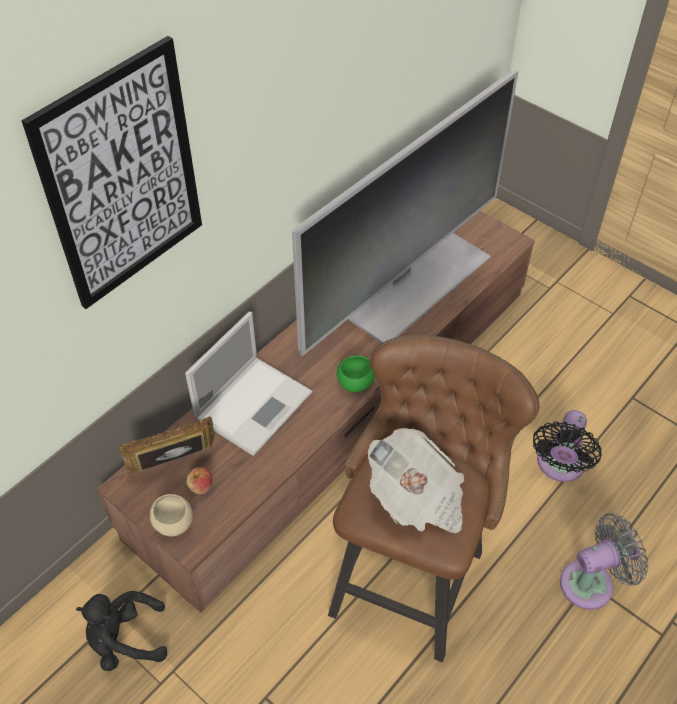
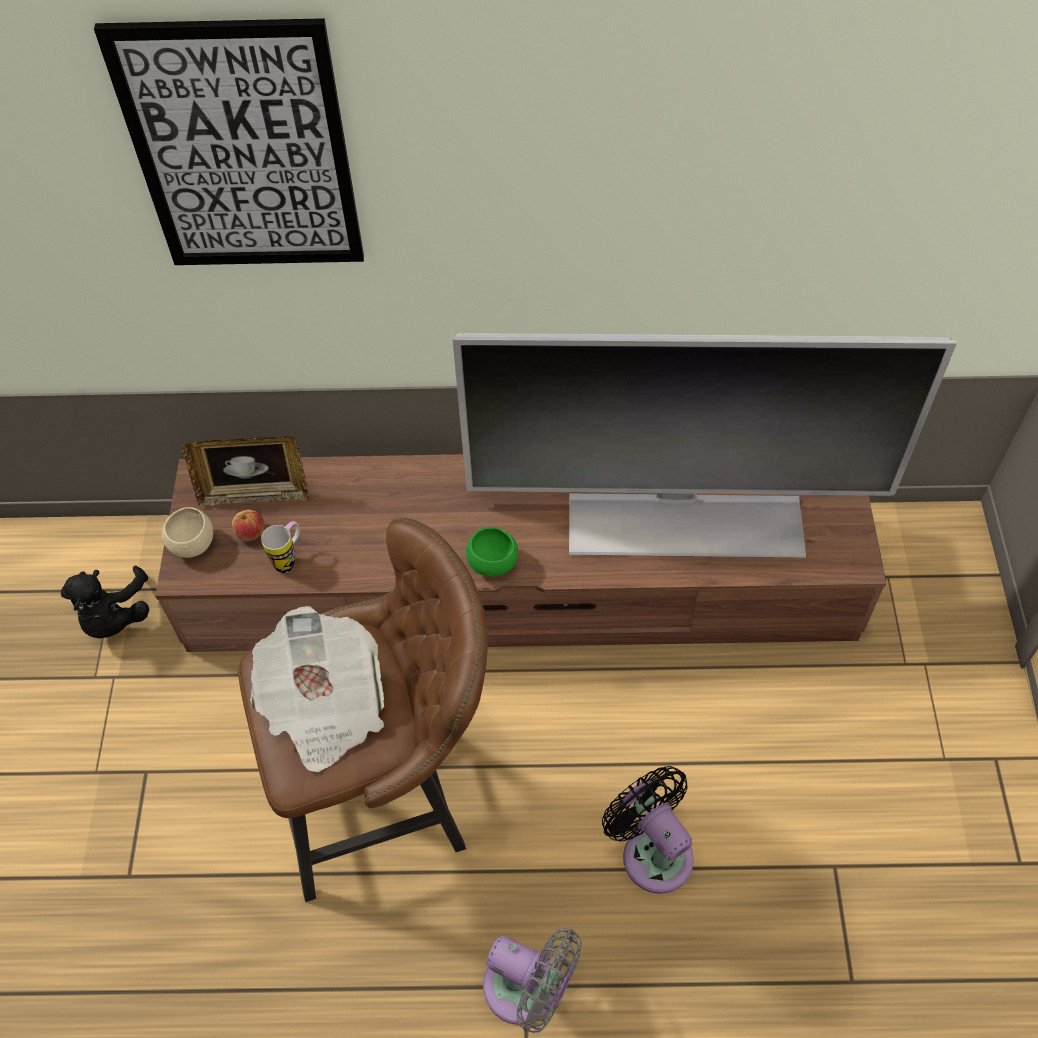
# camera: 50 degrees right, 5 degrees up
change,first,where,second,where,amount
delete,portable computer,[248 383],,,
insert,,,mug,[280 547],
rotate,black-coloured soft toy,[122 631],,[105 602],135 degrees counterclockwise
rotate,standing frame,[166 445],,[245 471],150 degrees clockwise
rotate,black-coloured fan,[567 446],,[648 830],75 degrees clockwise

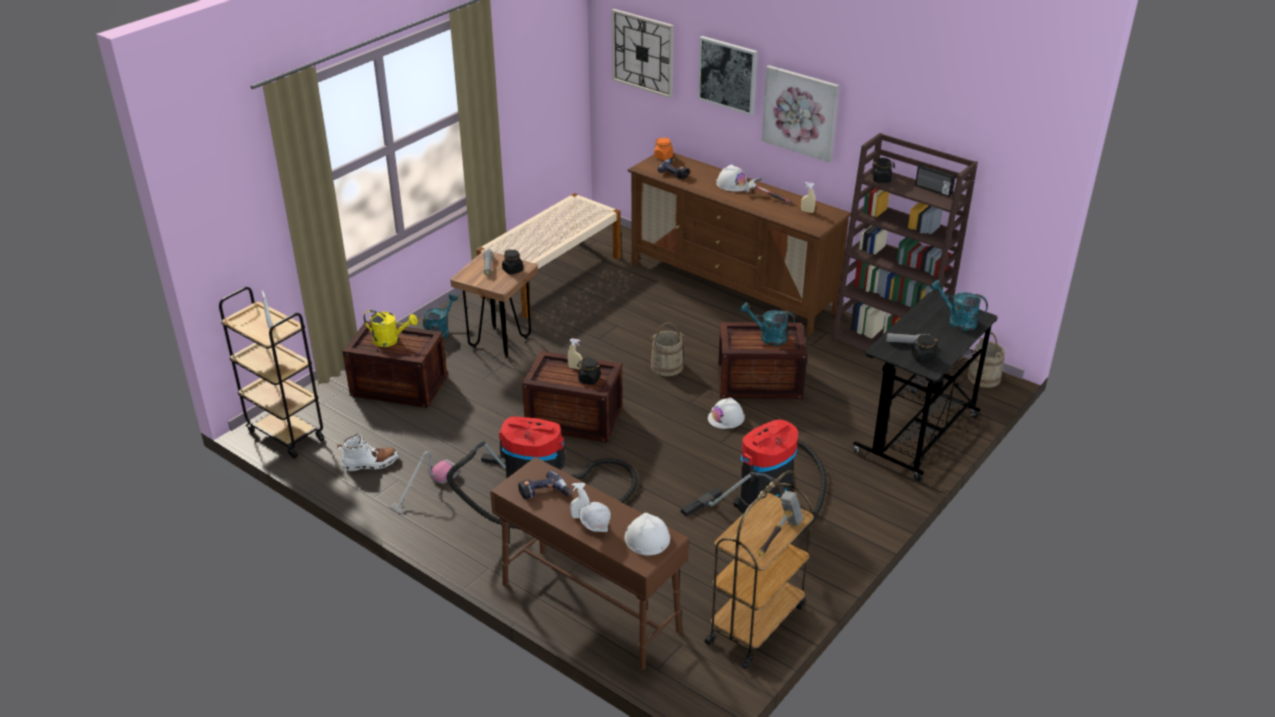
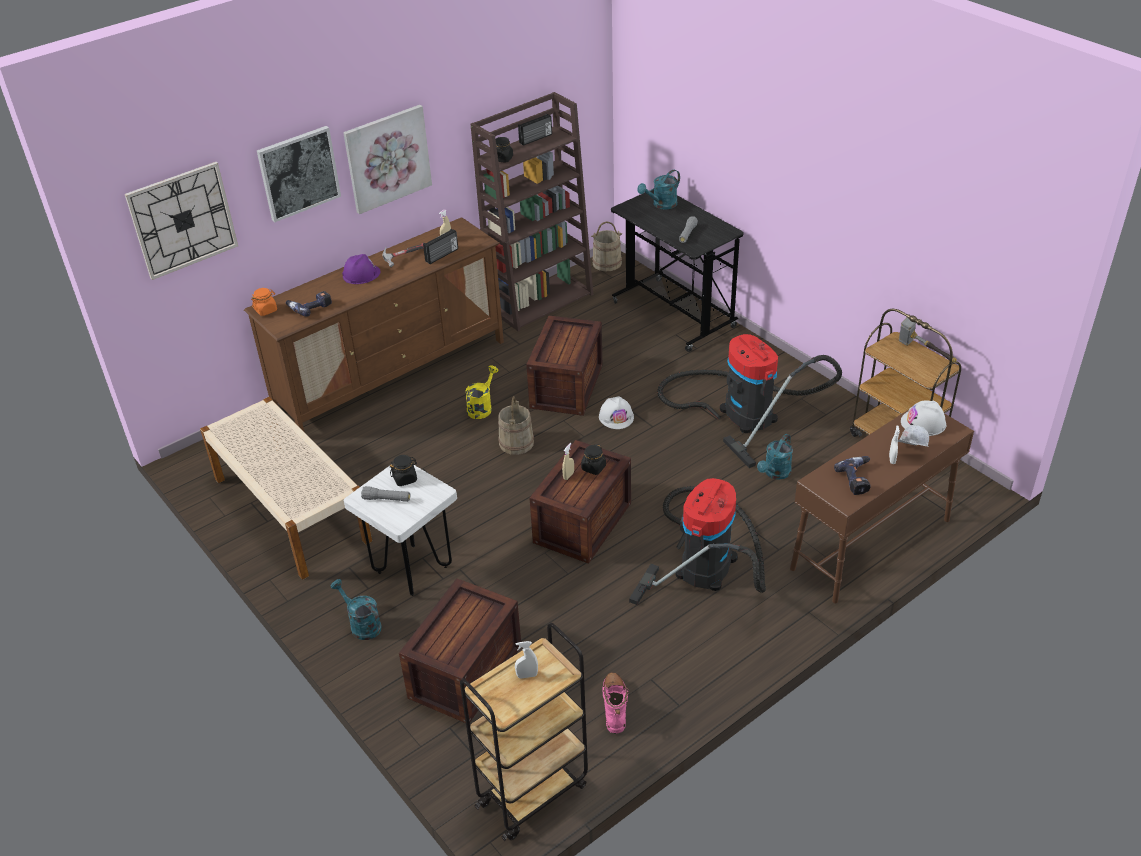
# camera: 75 degrees left, 5 degrees up
change,first,where,second,where,amount
delete,vacuum,[424 482],,,
delete,black-coloured jar,[925 348],,,
insert,,,radio set,[440 246],
move,yellow-coloured sprinkling can,[390 328],,[482 392],
move,blue-green sprinkling can,[767 324],,[775 457],
recolor,whitish boot,[367 452],pink-coloured boot,[615 703],
recolor,brownish stool,[494 304],whitish stool,[400 530],
recolor,whitish hard hat,[732 178],purple hard hat,[361 269],

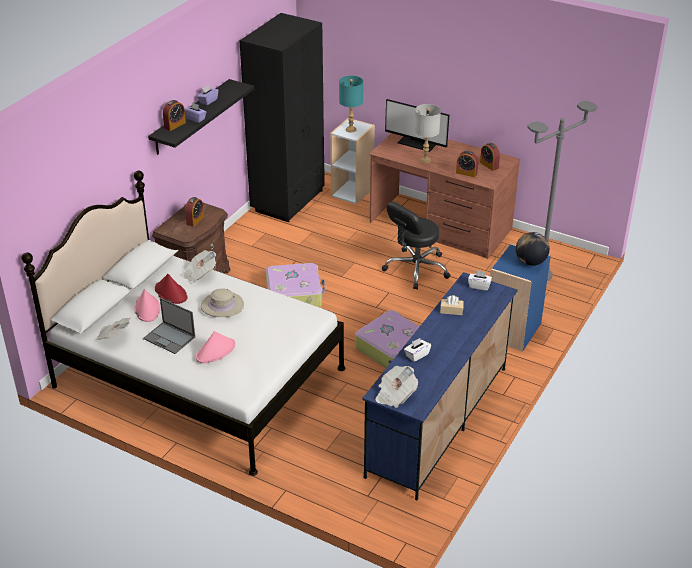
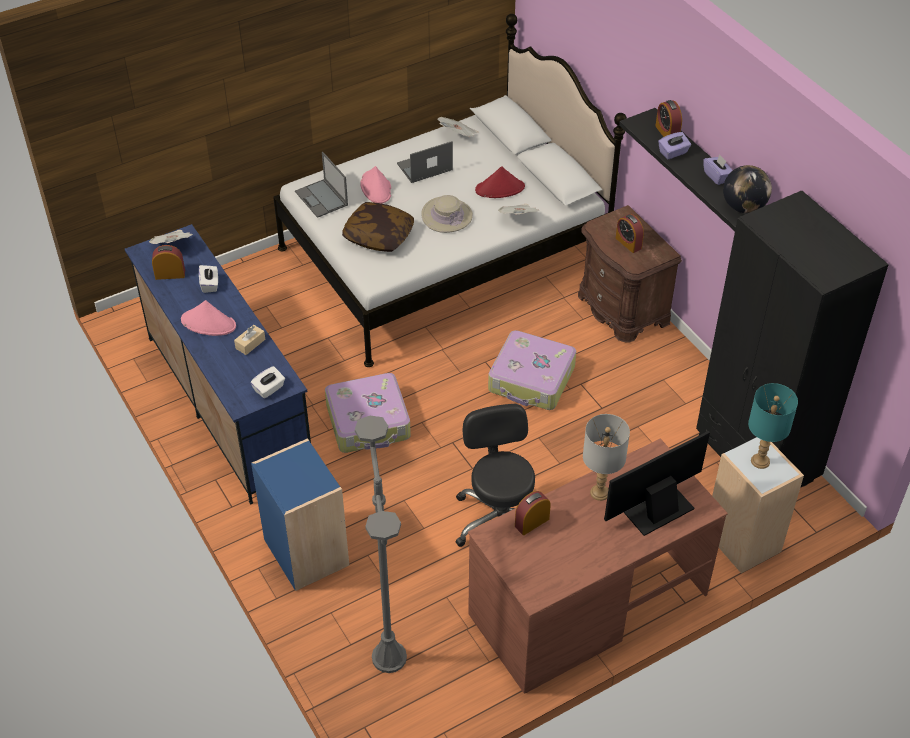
# camera: 120 degrees right, 10 degrees up
change,first,where,second,where,amount
insert,,,portable computer,[321 185],
insert,,,cushion,[378 227],
move,pink-coloured clothing hat,[147 305],,[208 318],
move,alarm clock,[490 157],,[168 262],
move,world globe,[533 249],,[747 189],

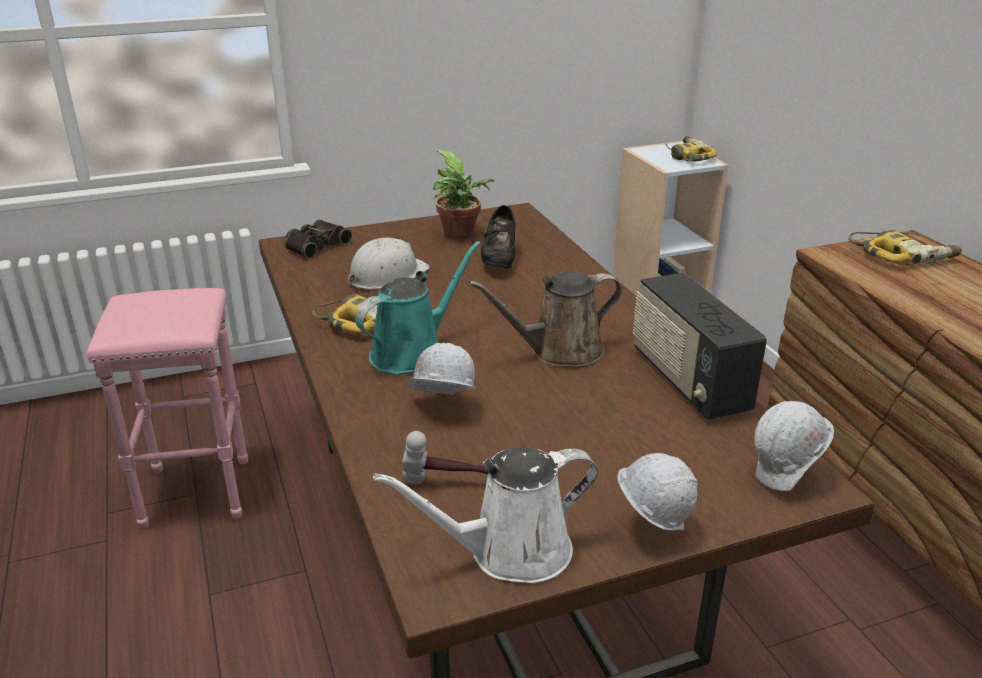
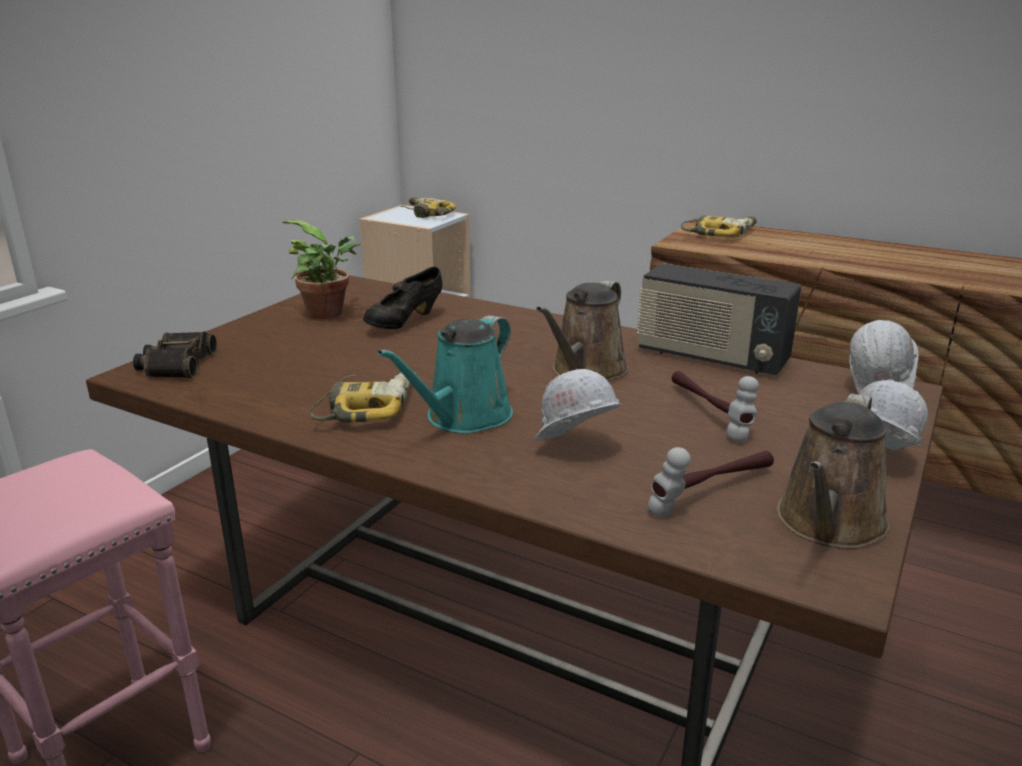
# camera: 40 degrees left, 5 degrees down
change,first,where,second,where,amount
delete,whitish hard hat,[389 263],,,
insert,,,tool hammer,[715 406],
recolor,whitish sprinkling can,[485 515],brownish sprinkling can,[833 471],
rotate,blue-green sprinkling can,[418 308],,[445 374],150 degrees counterclockwise
rotate,black-coloured low shoe,[498 237],,[403 298],75 degrees clockwise

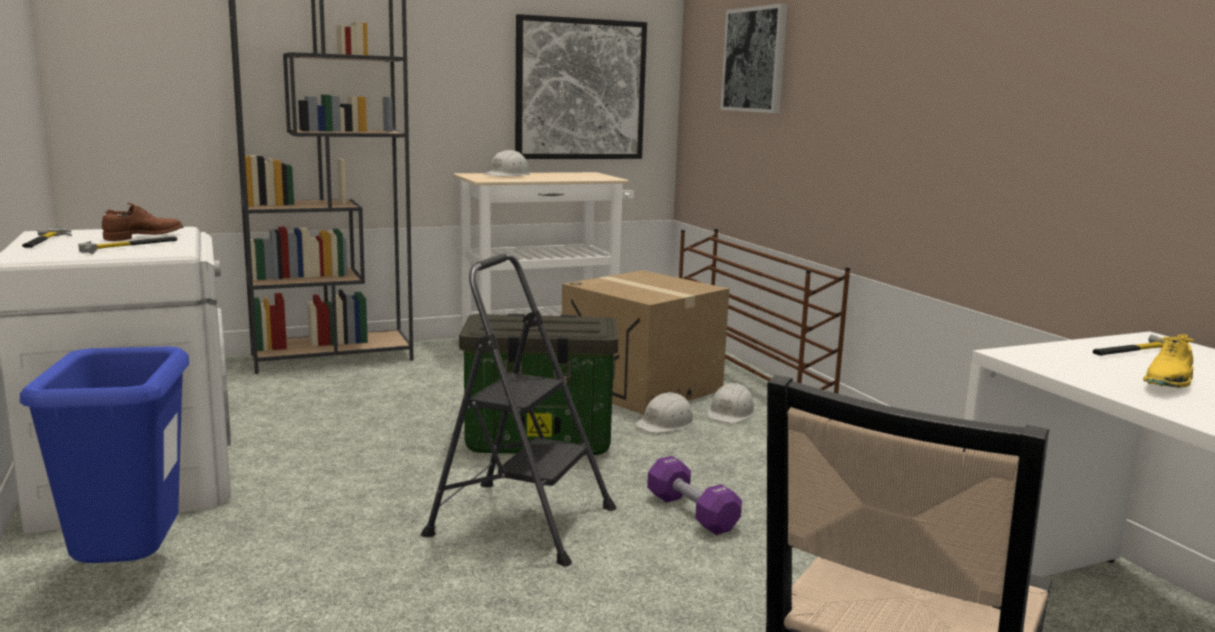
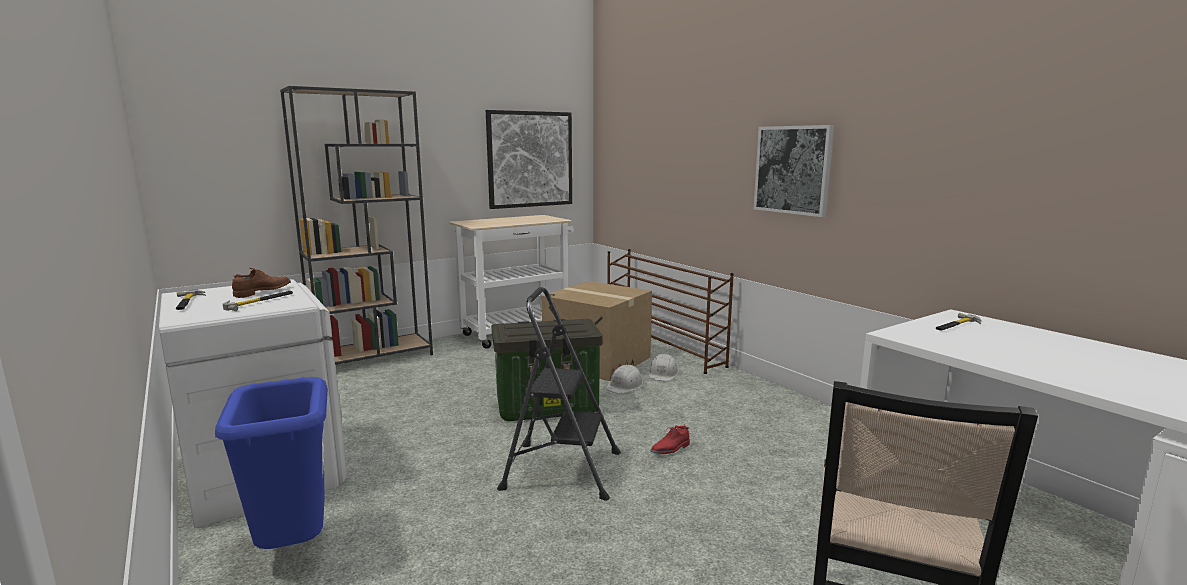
# camera: 10 degrees left, 0 degrees up
change,first,where,second,where,amount
delete,whitish hard hat,[506 163],,,
delete,yellow-coloured low shoe,[1168 361],,,
move,wall art,[753 58],,[794 171],
replace,purple free weight,[694 495],reddish low shoe,[670 439],

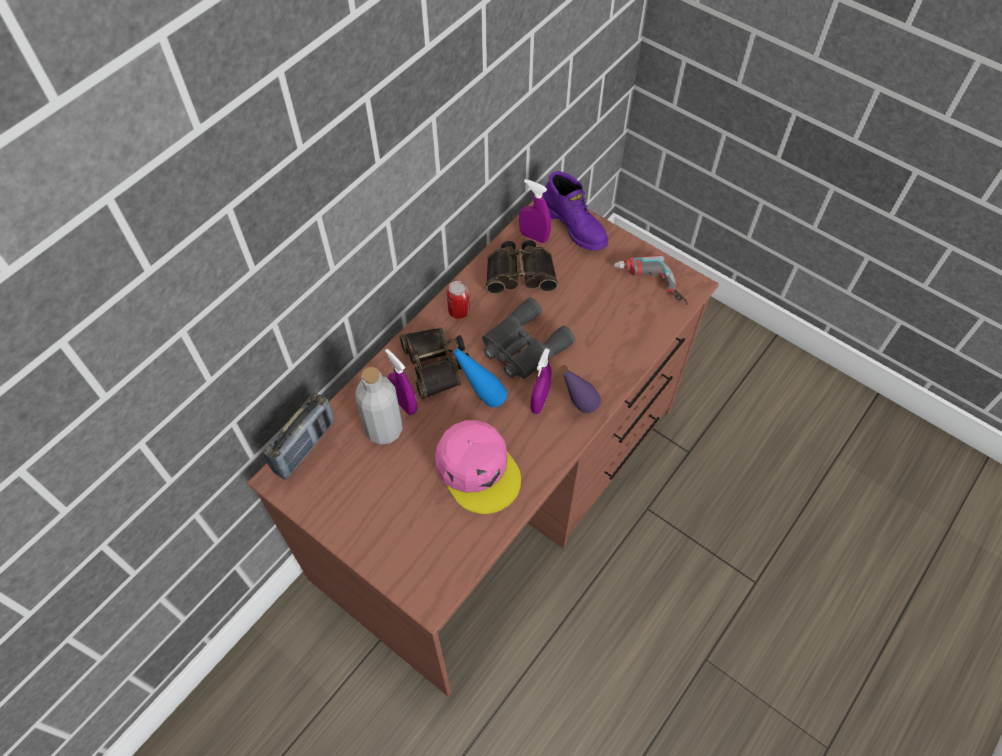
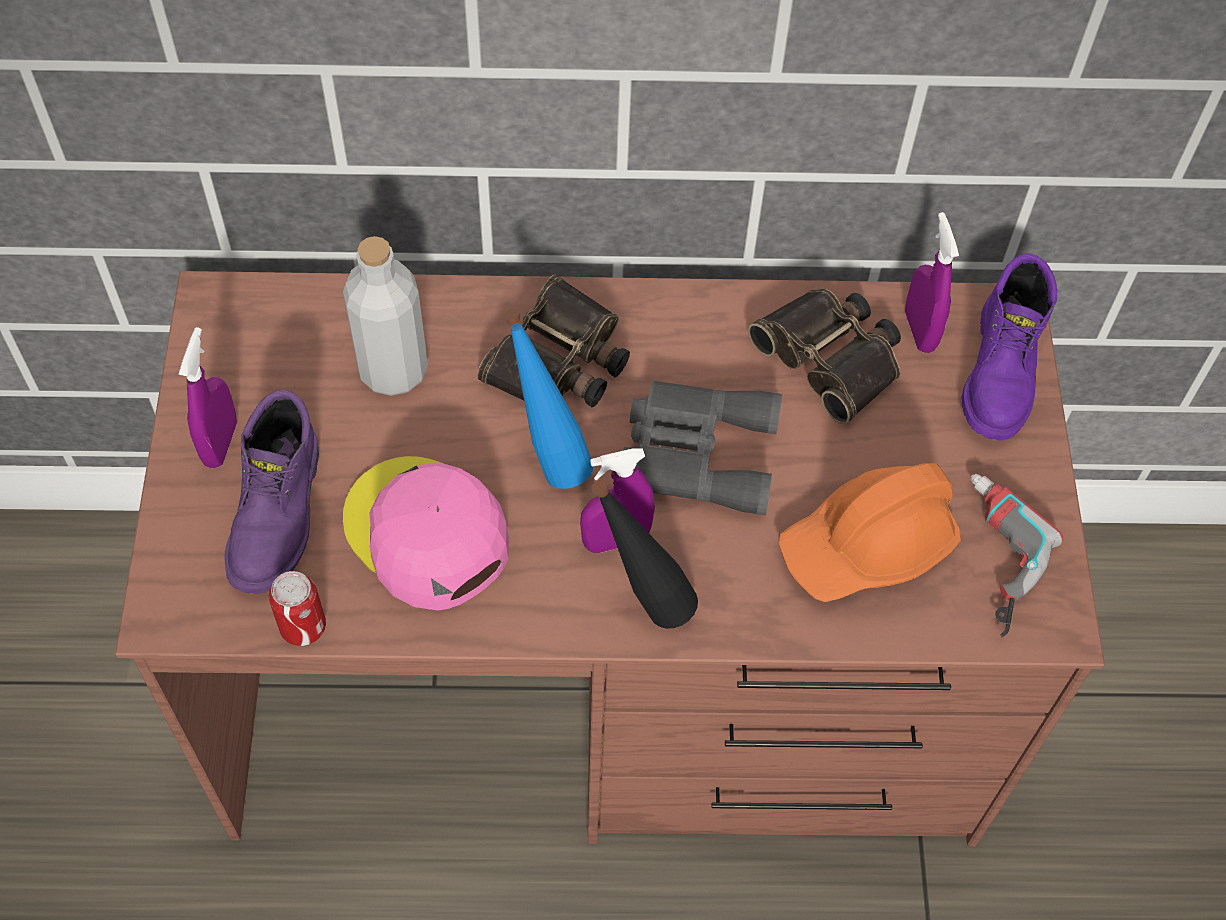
# camera: 50 degrees right, 0 degrees up
change,first,where,second,where,amount
delete,radio set,[299 436],,,
insert,,,purple boot,[272 492],
insert,,,orange-coloured hard hat,[869 532],
move,purple spray bottle,[401 382],,[208 397],
move,metal can,[458 300],,[297 608],
recolor,purple drink bottle,[580 389],black-coloured drink bottle,[644 554],
rotate,pink-coloured baseball cap,[478 467],,[426 533],120 degrees clockwise

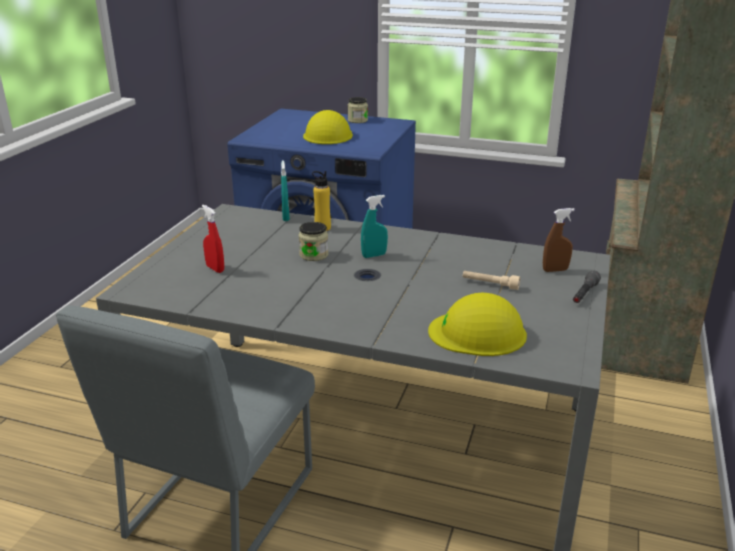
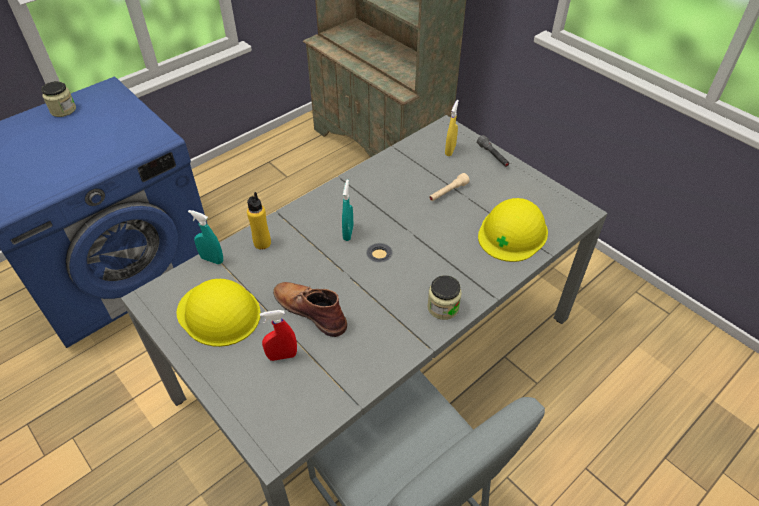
# camera: 60 degrees left, 20 degrees up
change,first,where,second,where,amount
insert,,,brownish boot,[310 309],
move,jar,[313 241],,[444 297],
move,yellow-coloured hard hat,[328 127],,[219 313],
recolor,brownish spray bottle,[559 240],yellow-coloured spray bottle,[452 128],

